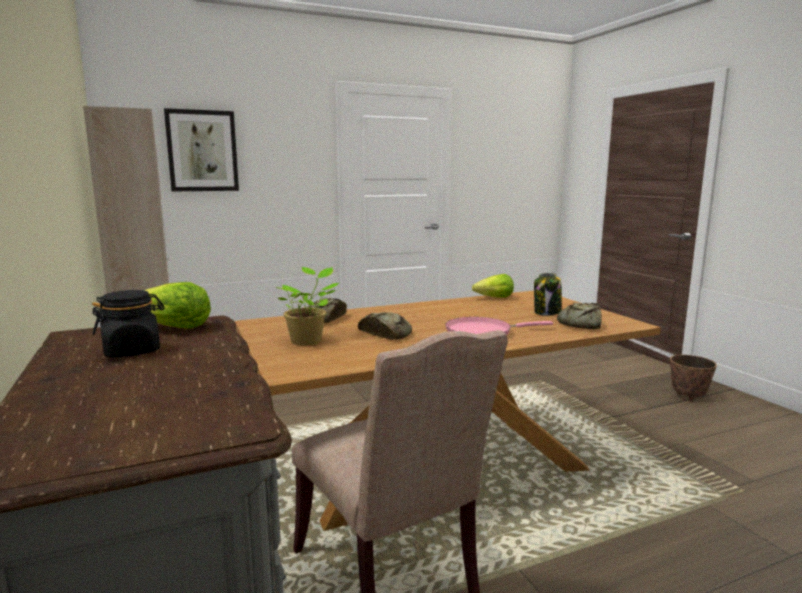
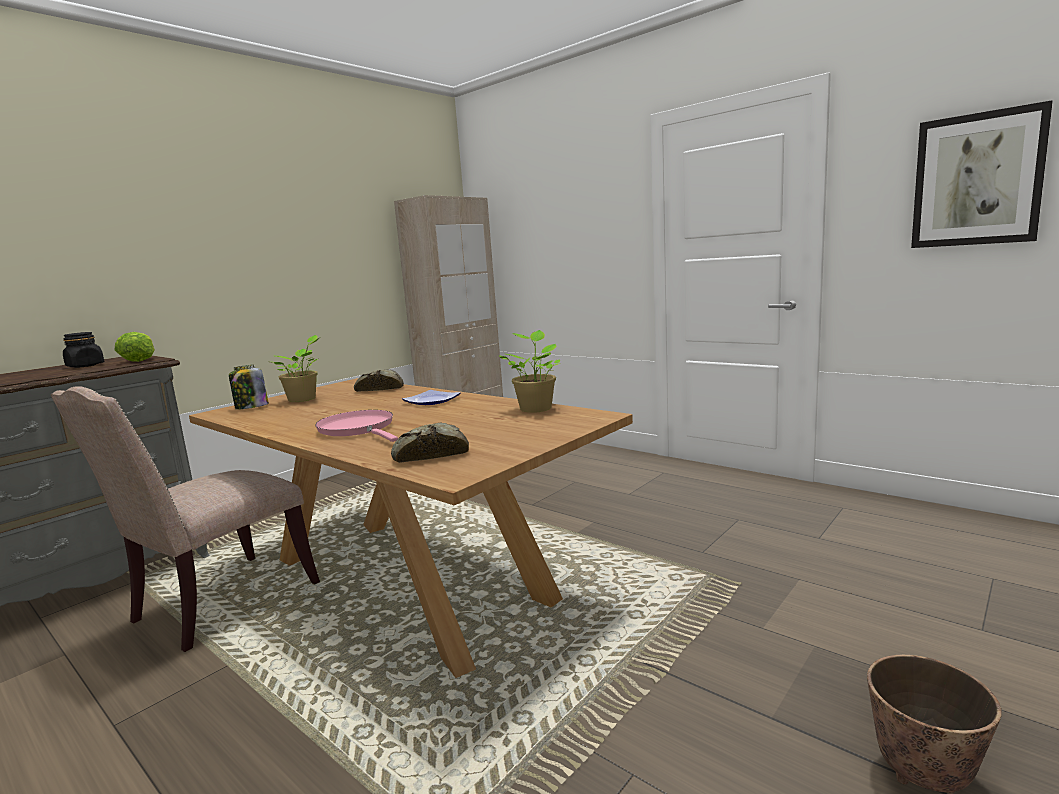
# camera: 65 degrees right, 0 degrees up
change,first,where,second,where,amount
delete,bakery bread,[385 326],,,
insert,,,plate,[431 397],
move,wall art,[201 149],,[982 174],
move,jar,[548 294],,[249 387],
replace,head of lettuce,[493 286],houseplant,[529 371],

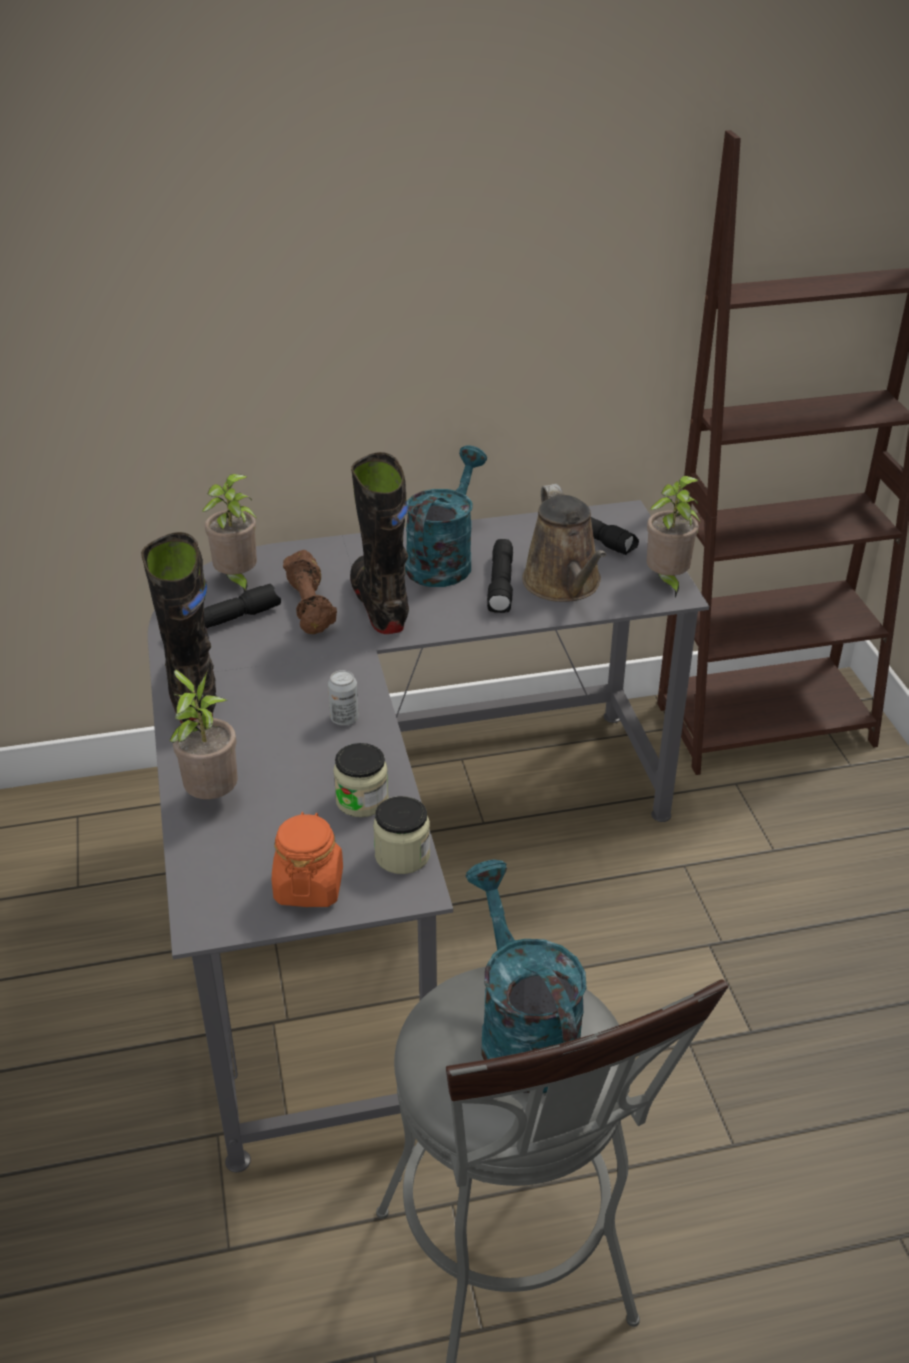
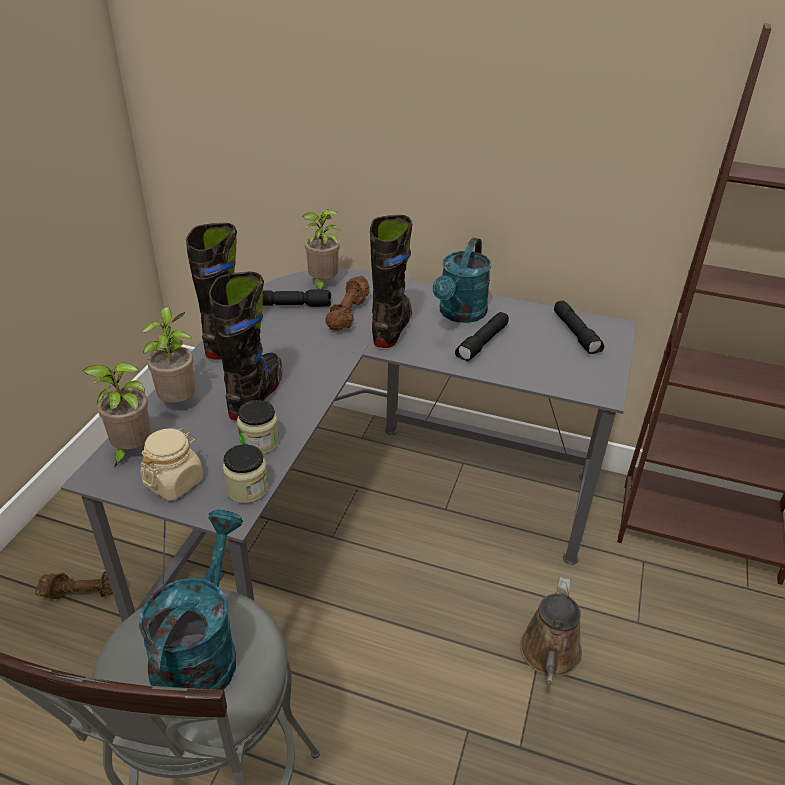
# camera: 30 degrees right, 0 degrees up
change,first,where,second,where,amount
delete,metal can,[343 698],,,
insert,,,brownish free weight,[74 585],
insert,,,black-coloured boot,[245 346],
move,brownish sprinkling can,[564 543],,[551 630],
move,houseplant,[674 536],,[116 415],
recolor,orange-coloured jar,[307 859],beige jar,[172 464],
rotate,blue-green sprinkling can,[446 516],,[462 280],150 degrees clockwise

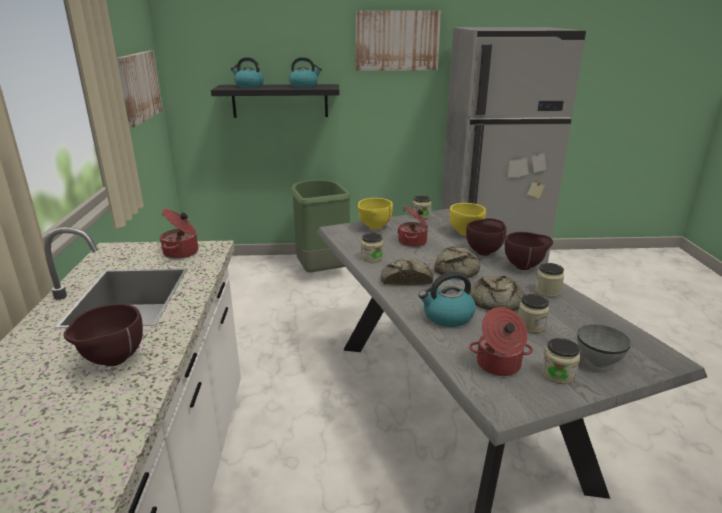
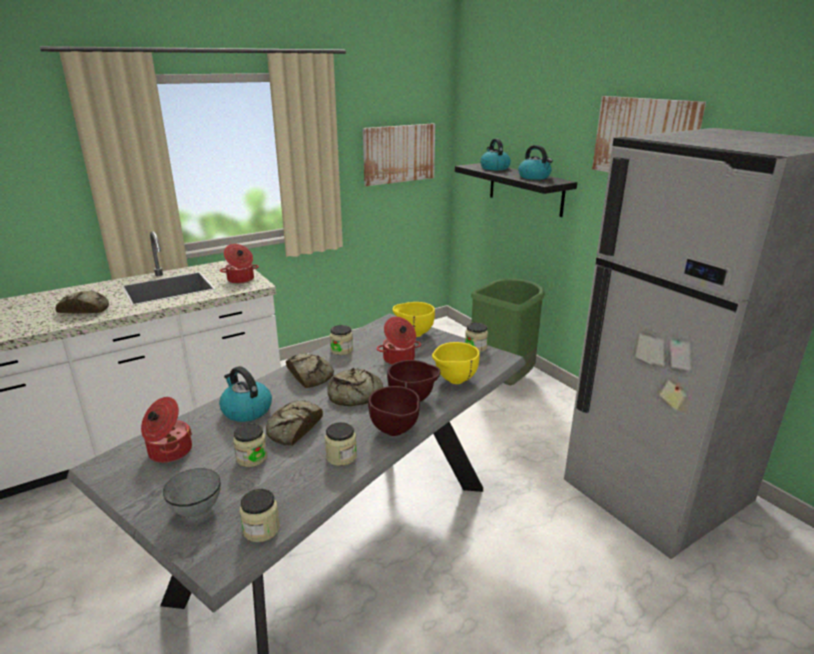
# camera: 60 degrees right, 0 degrees up
change,first,where,second,where,amount
move,jar,[561 361],,[260 515],
replace,brownish bowl,[103 335],bakery bread,[82 302],

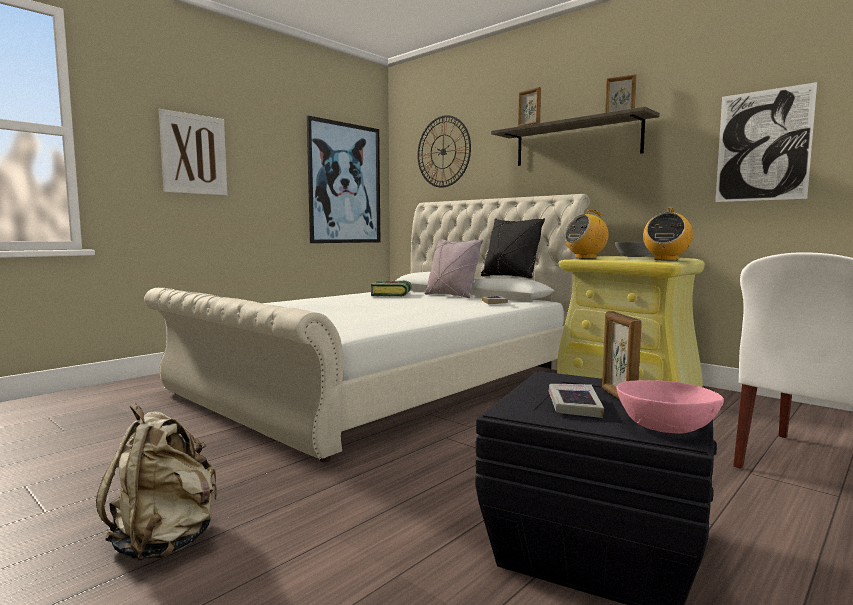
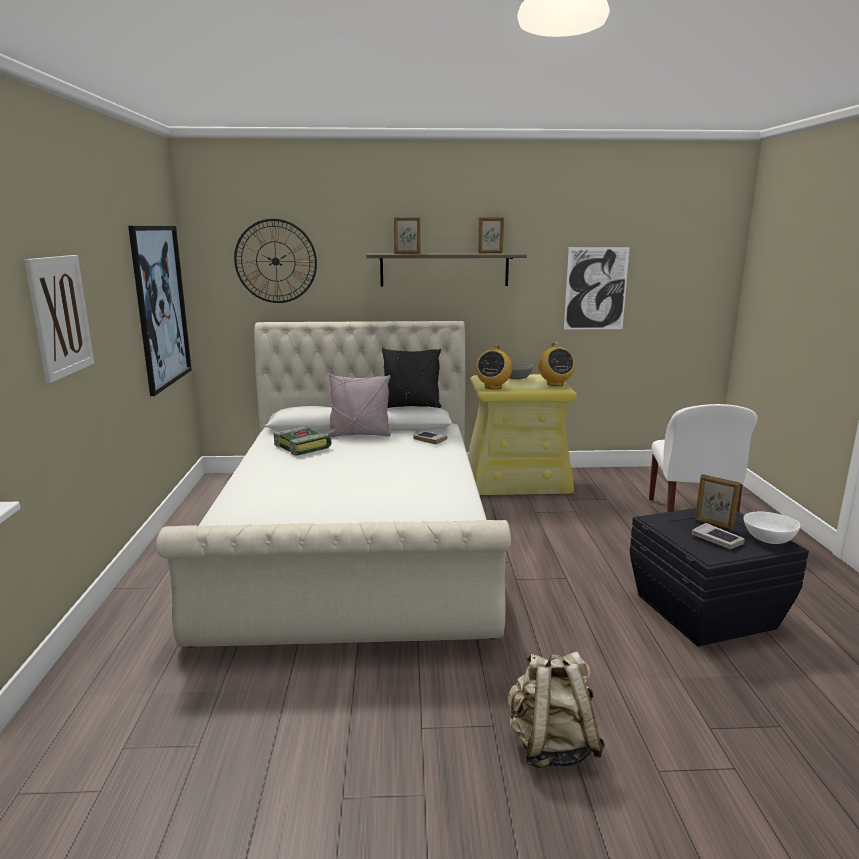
# camera: 45 degrees left, 10 degrees up
change,first,where,second,where,amount
recolor,pink-coloured bowl,[670 406],whitish bowl,[771 528],

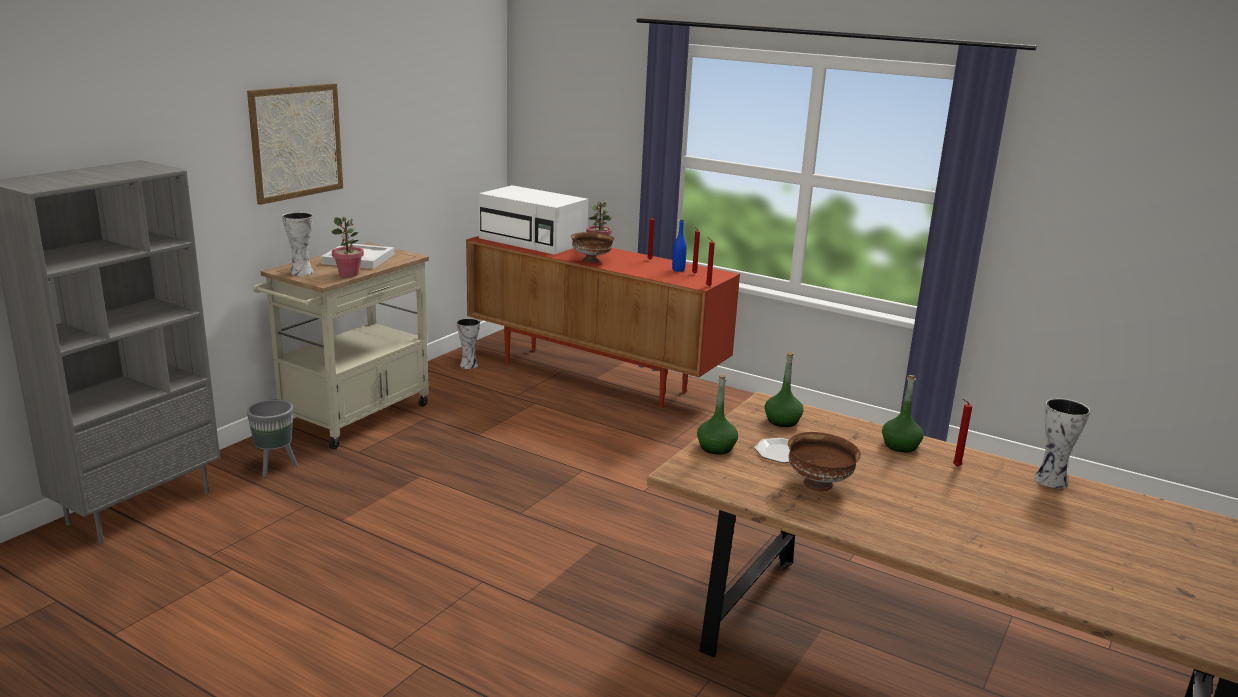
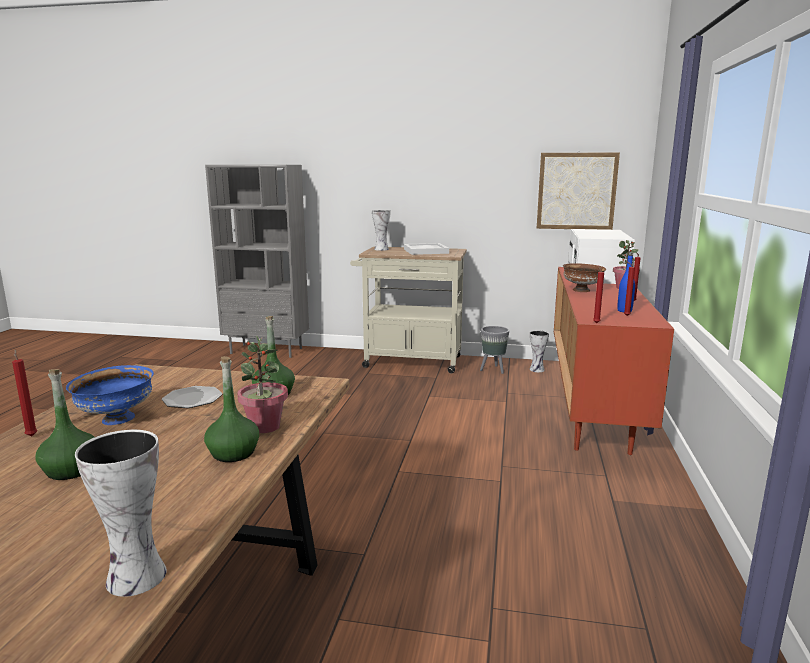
# camera: 70 degrees right, 5 degrees down
change,first,where,second,where,amount
move,wall art,[295 144],,[578 191],
move,gray plant pot,[272 438],,[494 350],
move,houseplant,[347 247],,[262 384],
move,green-coloured drink bottle,[717 415],,[65 424],
move,reddish candle,[962 432],,[25 393],
recolor,brownish bowl,[824 461],bluish bowl,[110 395],

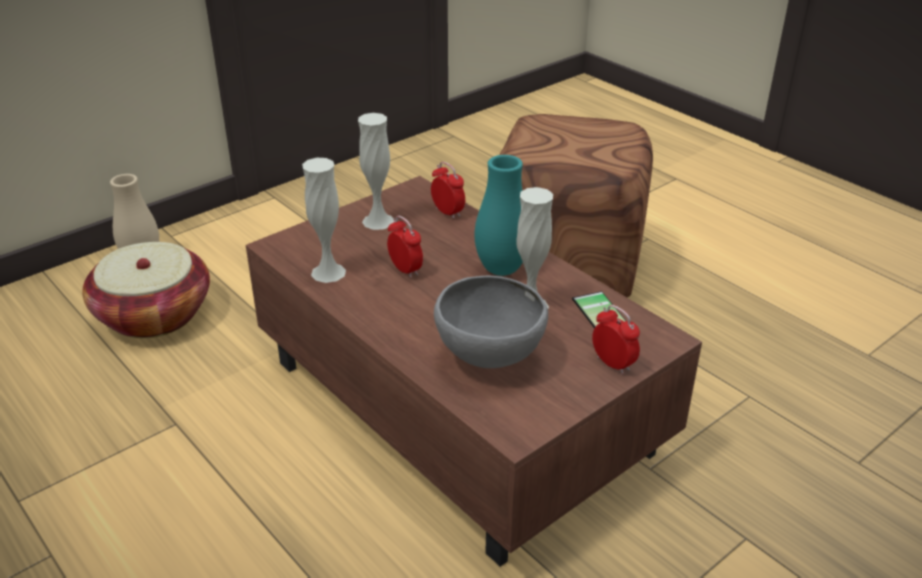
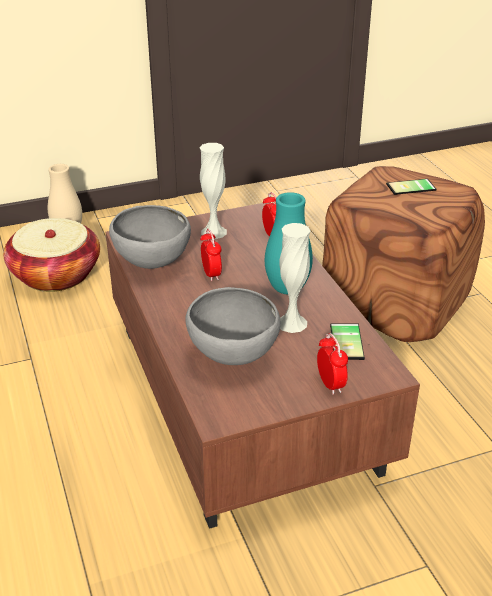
# camera: 20 degrees right, 0 degrees up
change,first,where,second,where,amount
insert,,,handset,[411 187],
replace,whitish decorative vase,[324 220],gray bowl,[150 237],

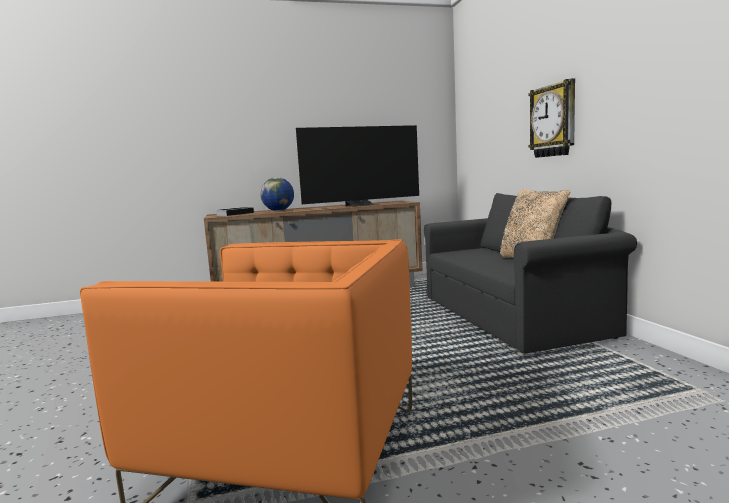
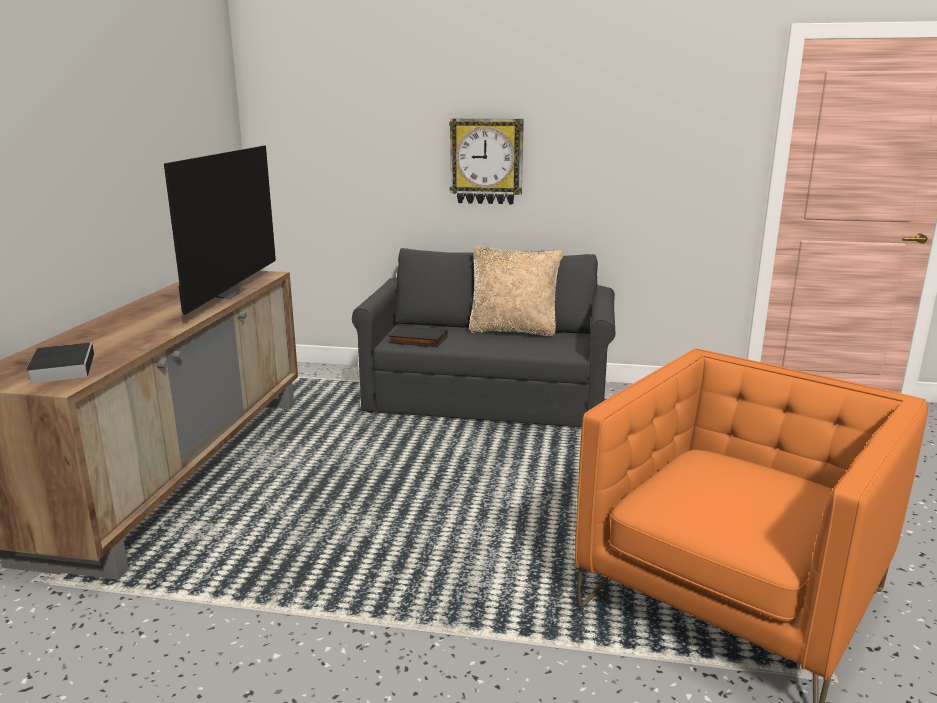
# camera: 65 degrees left, 10 degrees up
change,first,where,second,where,amount
delete,world globe,[277 194],,,
insert,,,black-coloured volume,[418 336],

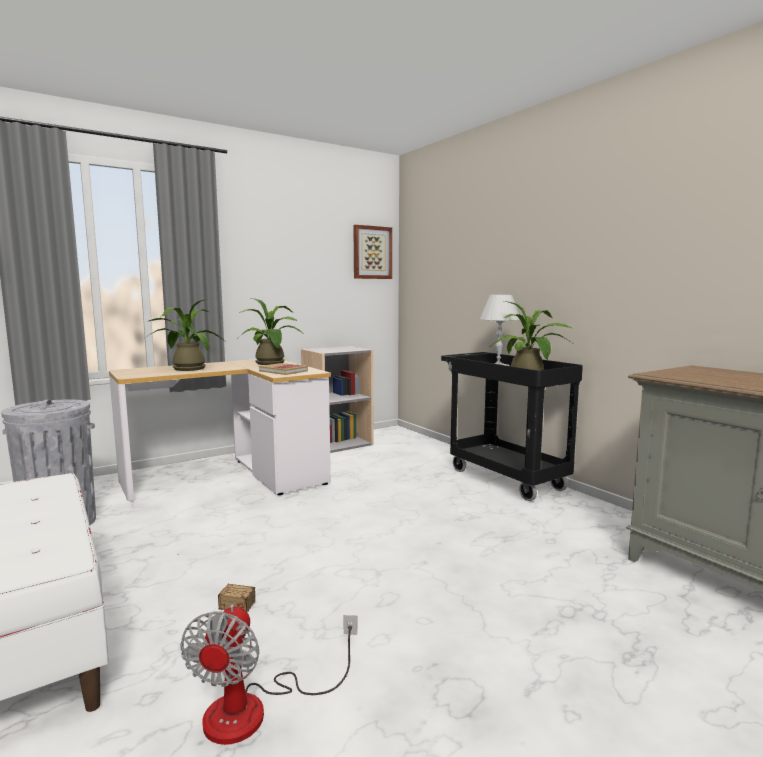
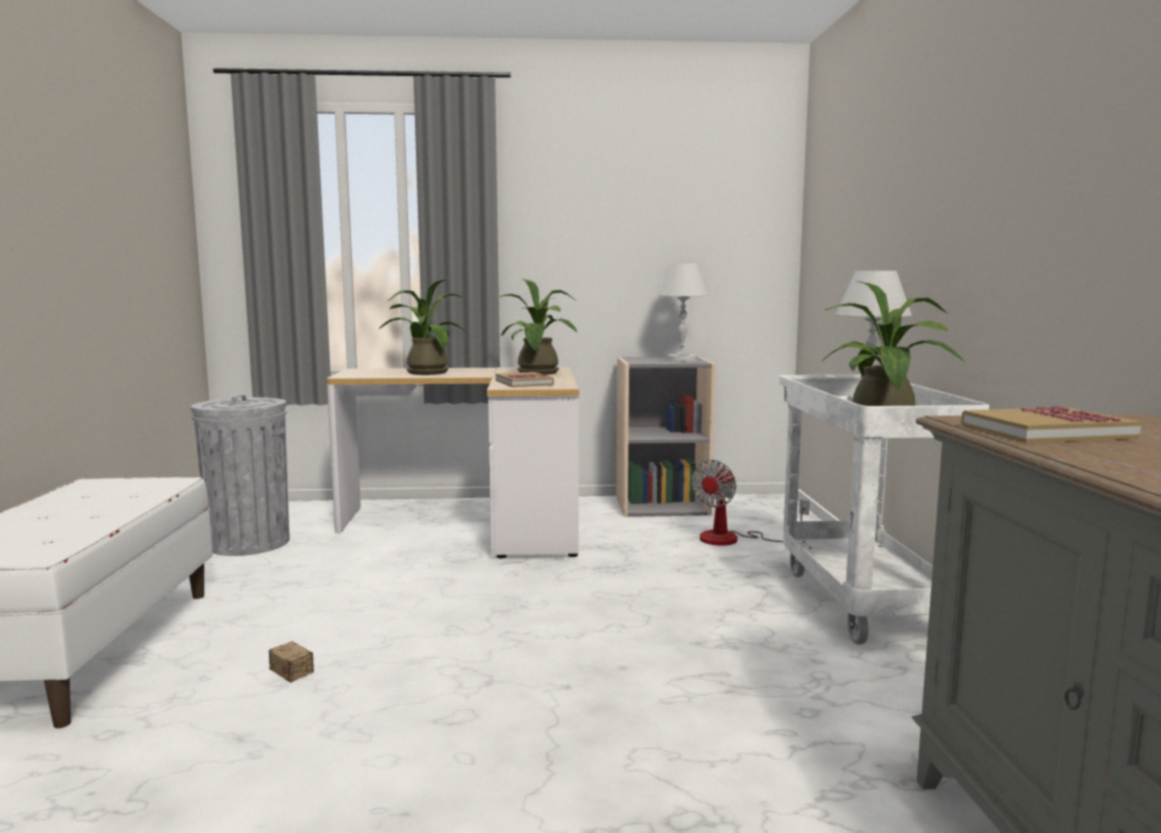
# camera: 30 degrees right, 0 degrees up
change,first,where,second,where,amount
delete,wall art,[372 252],,,
insert,,,whitish table lamp,[683 312],
insert,,,volume,[1051 424],
move,fan,[268 674],,[751 503],
recolor,black-coloured trolley,[512 426],whitish trolley,[884 509],

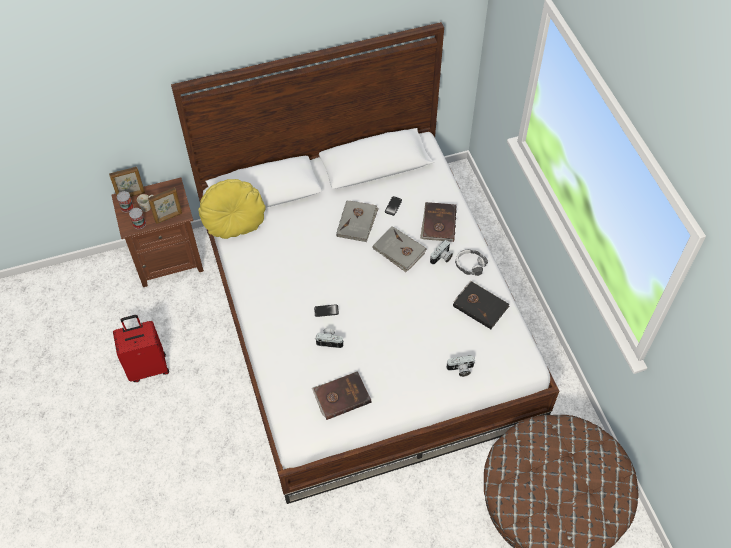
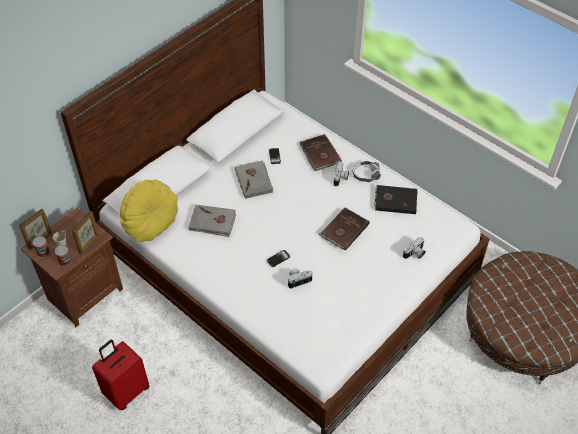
# camera: 30 degrees left, 5 degrees down
change,first,where,second,where,amount
move,brownish volume,[341 395],,[344 229],
move,gray volume,[399 249],,[212 221],

